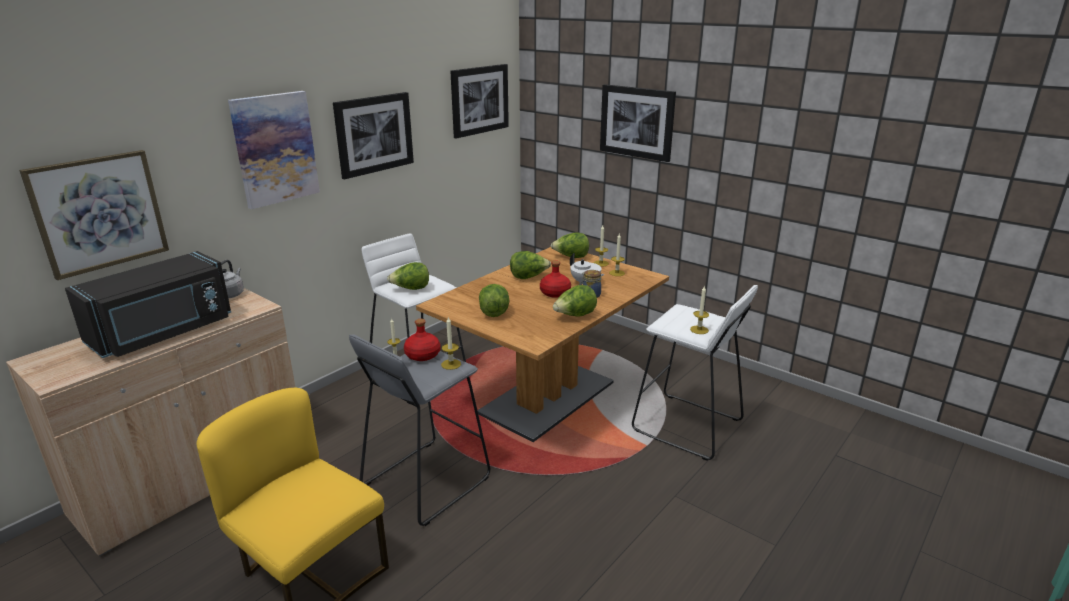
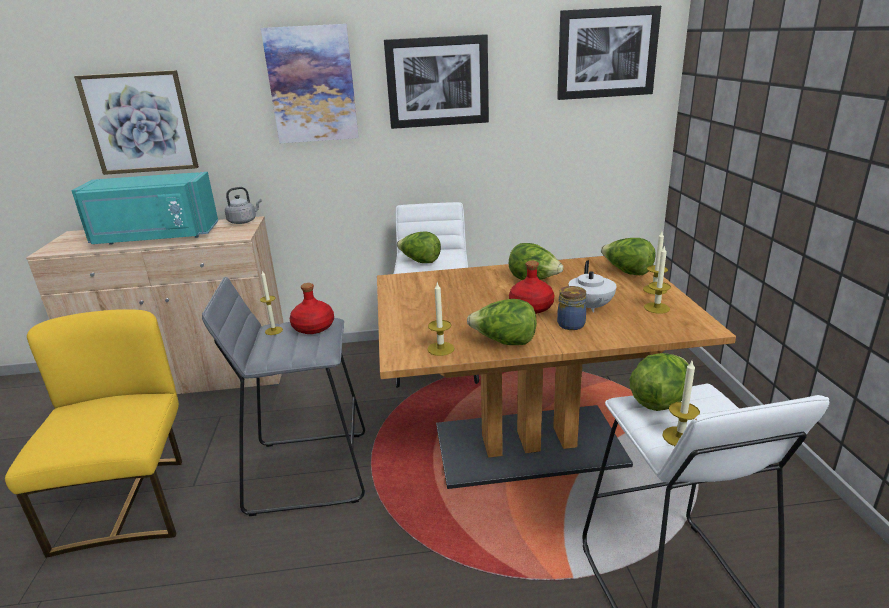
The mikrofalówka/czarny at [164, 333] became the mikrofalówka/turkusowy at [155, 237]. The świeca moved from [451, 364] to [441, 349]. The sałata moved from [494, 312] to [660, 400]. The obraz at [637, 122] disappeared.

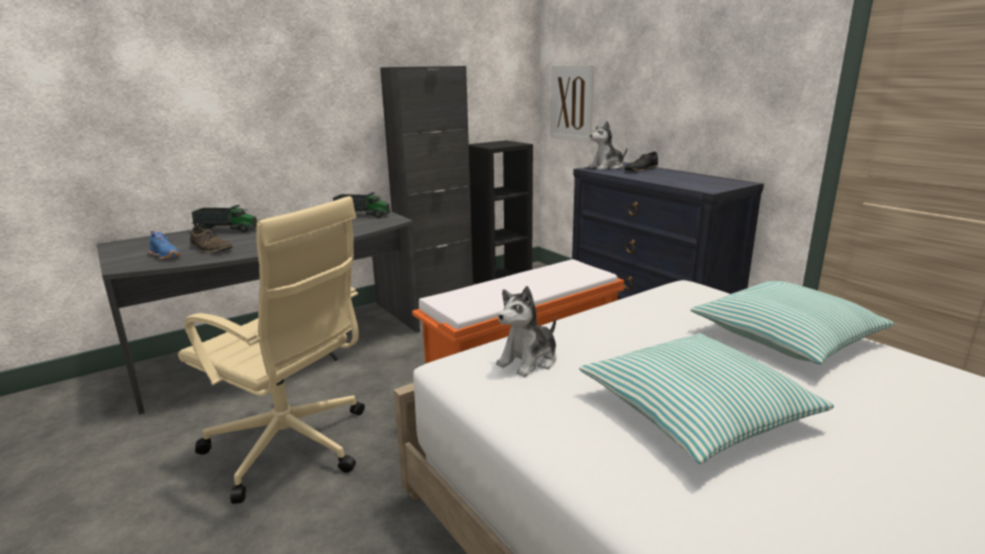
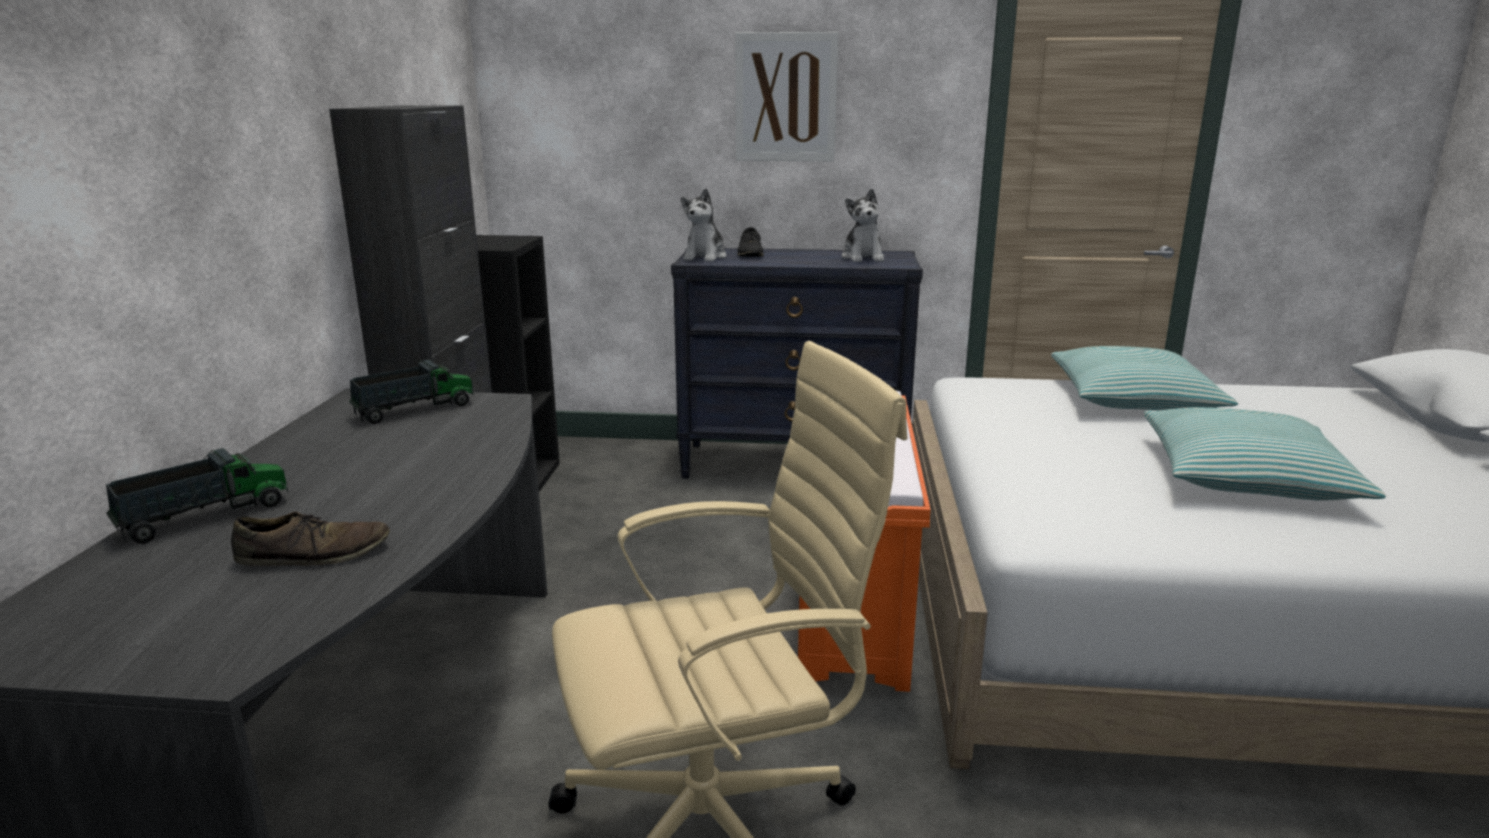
The but/niebieski at [166, 255] disappeared. The pluszak moved from [529, 360] to [863, 258]. The obraz moved from [572, 103] to [786, 98].

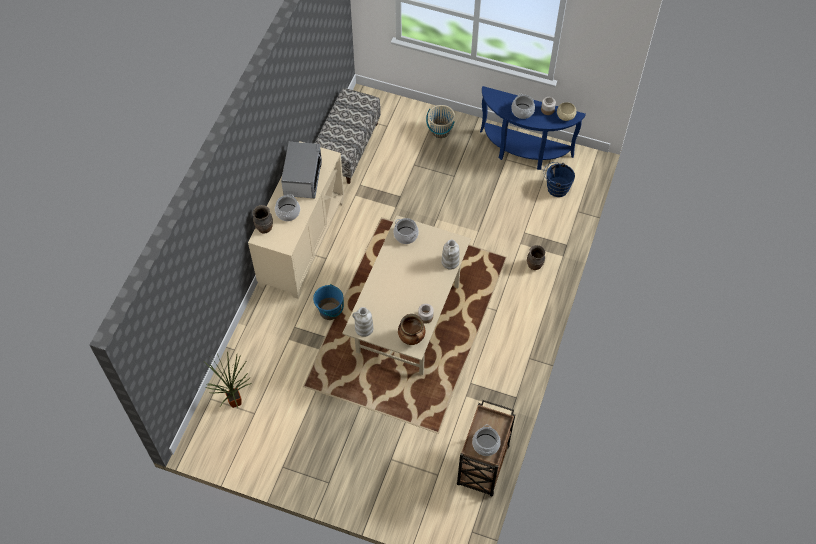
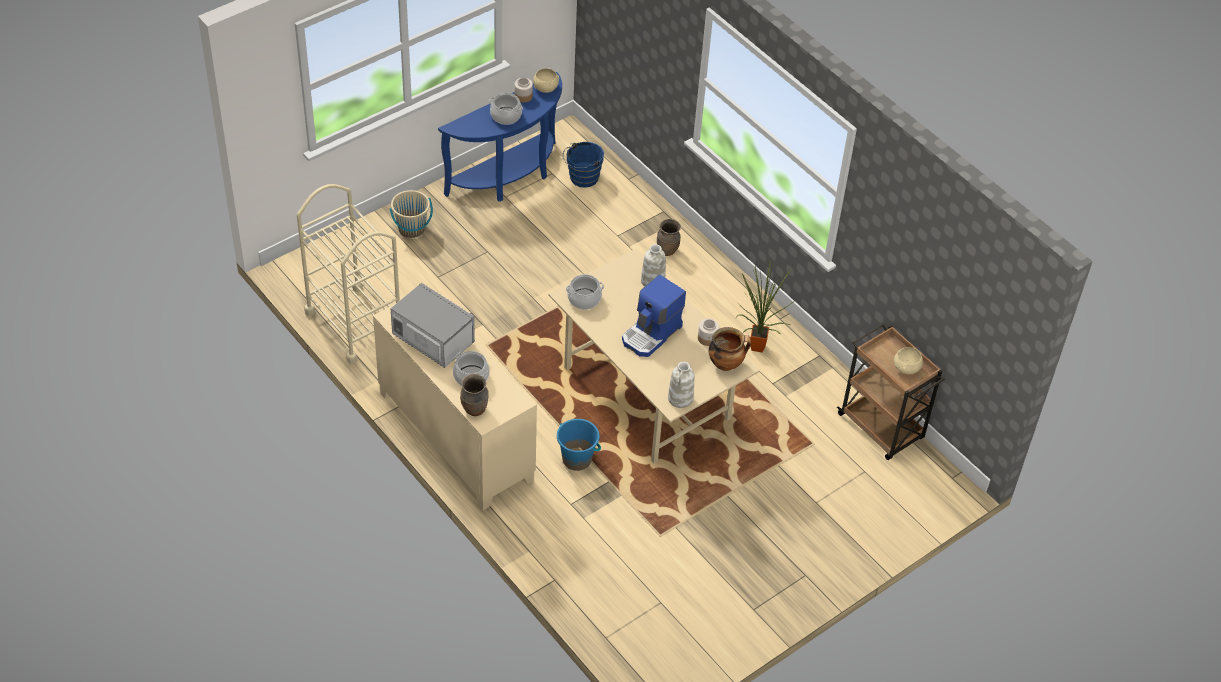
The roślina doniczkowa moved from [235, 400] to [754, 346]. The ławka at [347, 148] was replaced by the wózek/beżowy at [354, 323]. The garnek at [486, 444] was replaced by the miska/beżowy at [906, 368]. The ekspres do kawy at [652, 334] appeared.

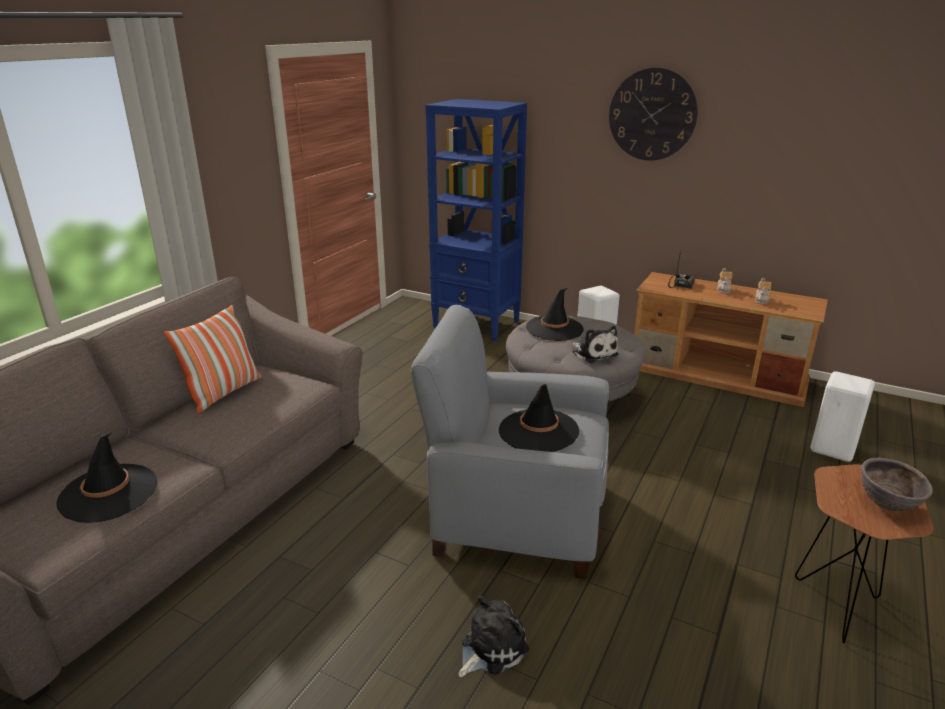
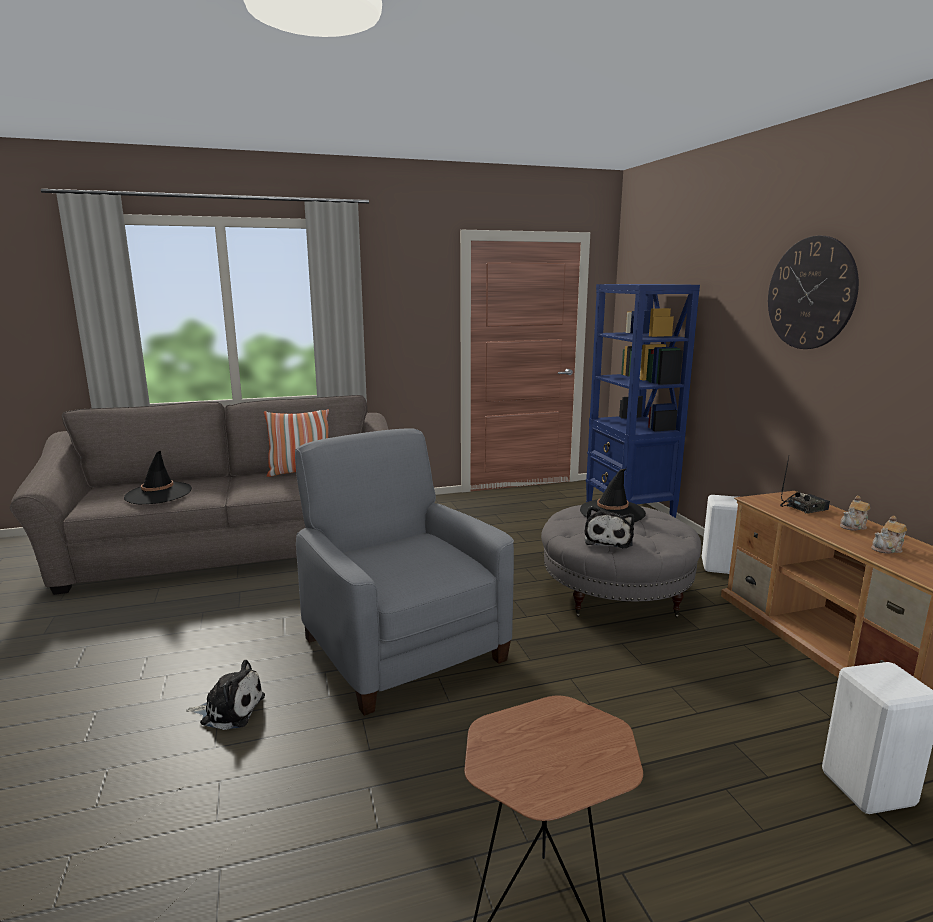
The kapelusz/czarny at [538, 431] disappeared. The miska/brązowy at [887, 506] disappeared.

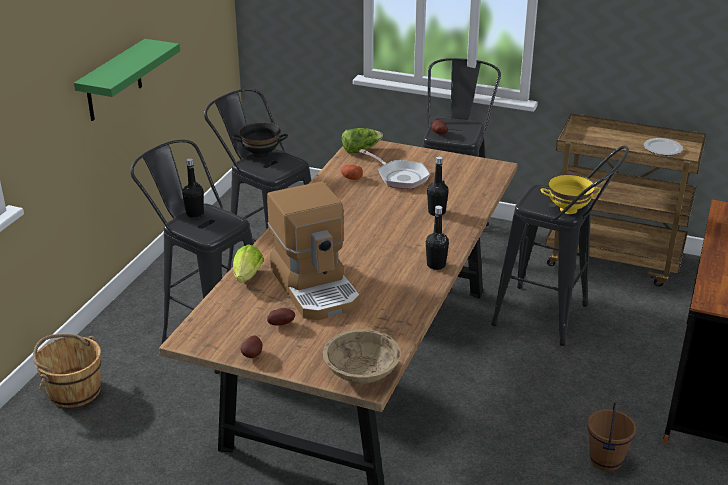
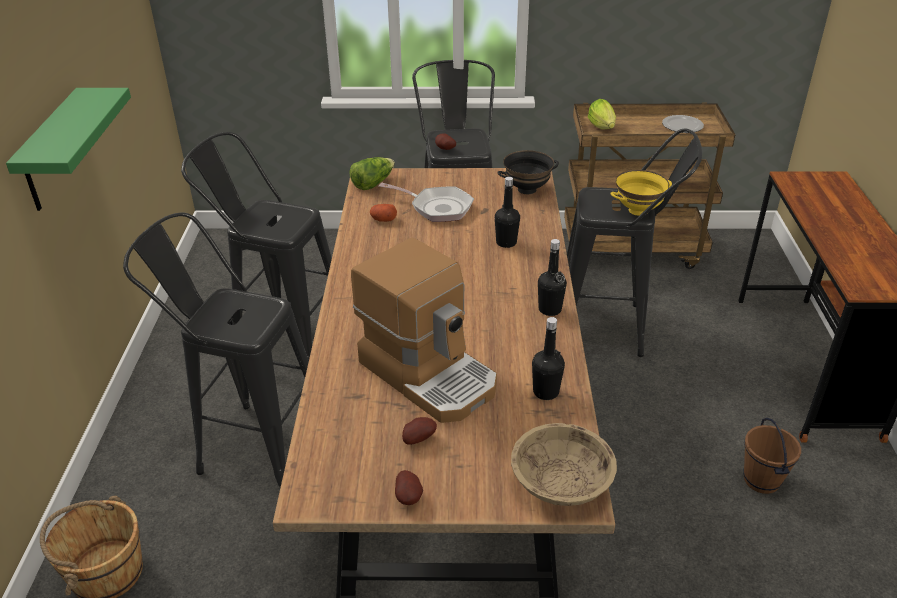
The butelka/czarny moved from [195, 214] to [546, 392]. The miska/czarny moved from [261, 154] to [527, 189]. The sałata moved from [247, 278] to [602, 128].

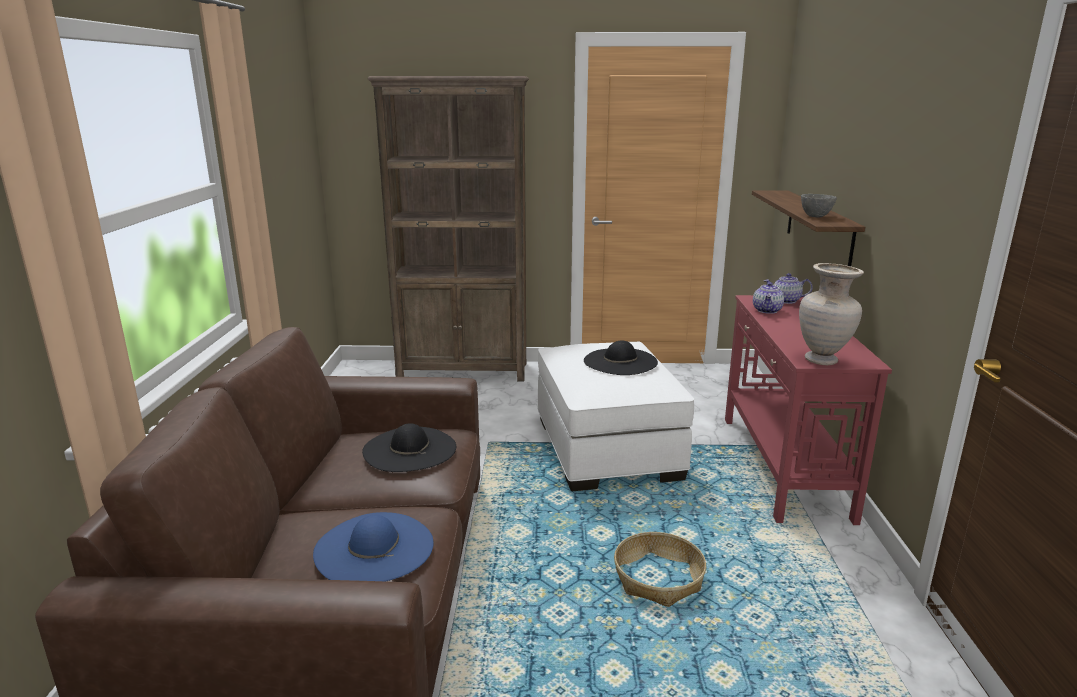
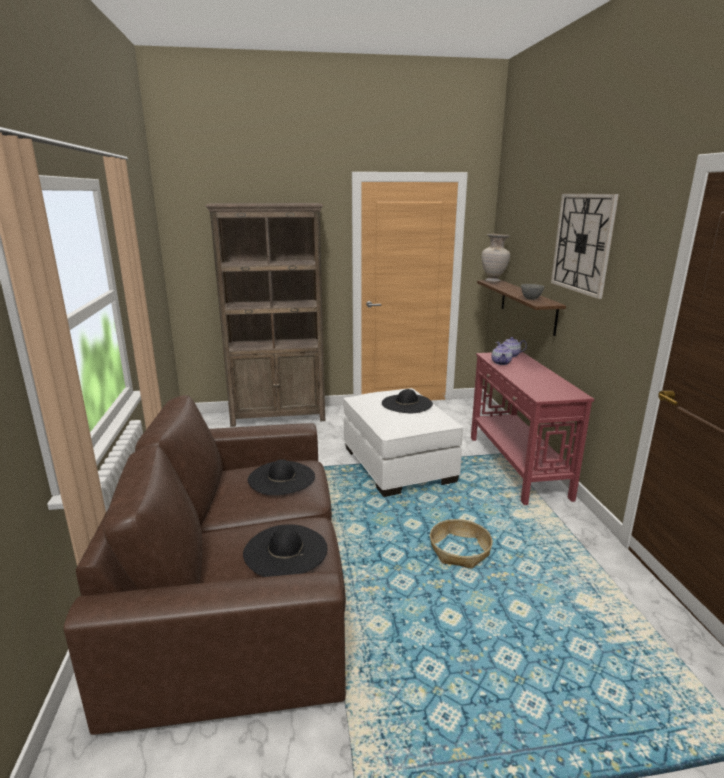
The kapelusz/niebieski at [374, 548] became the kapelusz/czarny at [285, 550]. The wazon/beżowy moved from [822, 361] to [493, 281]. The zegar ścienny at [582, 243] appeared.

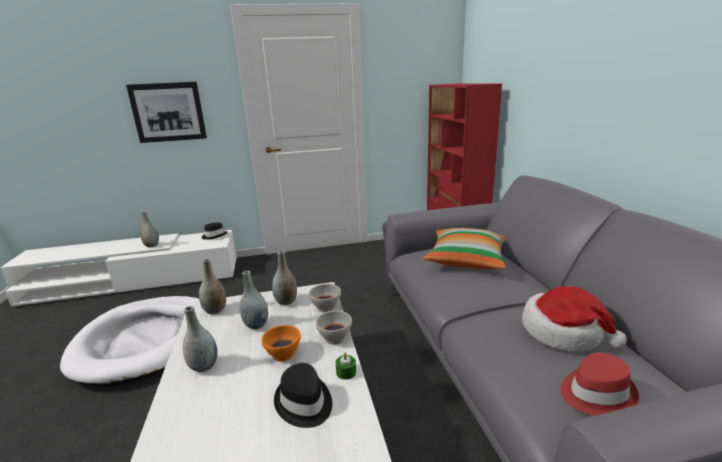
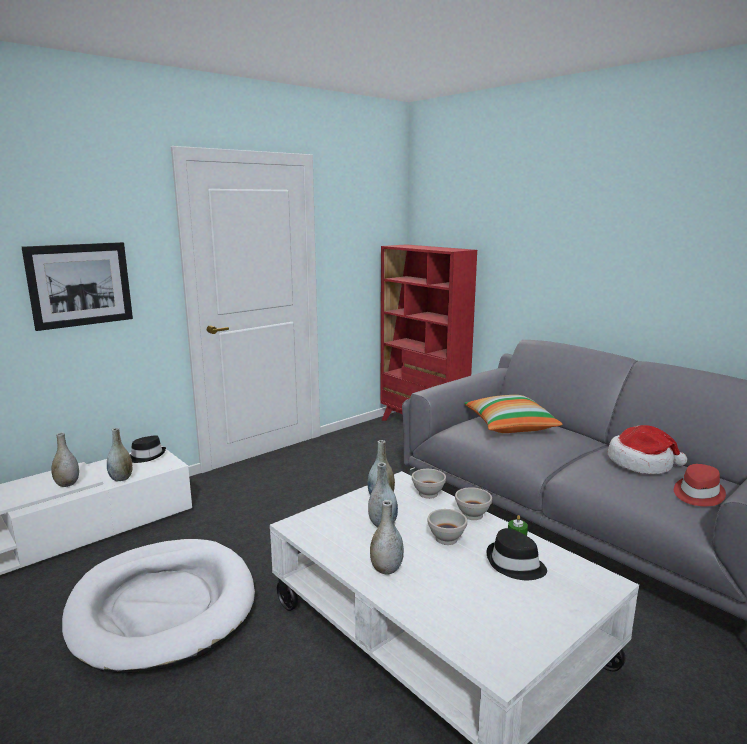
The wazon/szary moved from [215, 310] to [121, 478]. The miska/pomarańczowy at [282, 354] became the miska/biały at [446, 539].

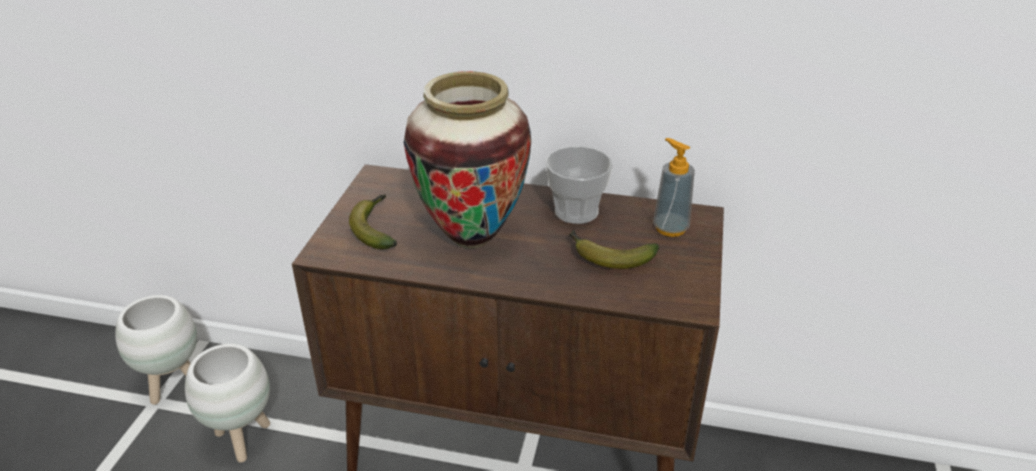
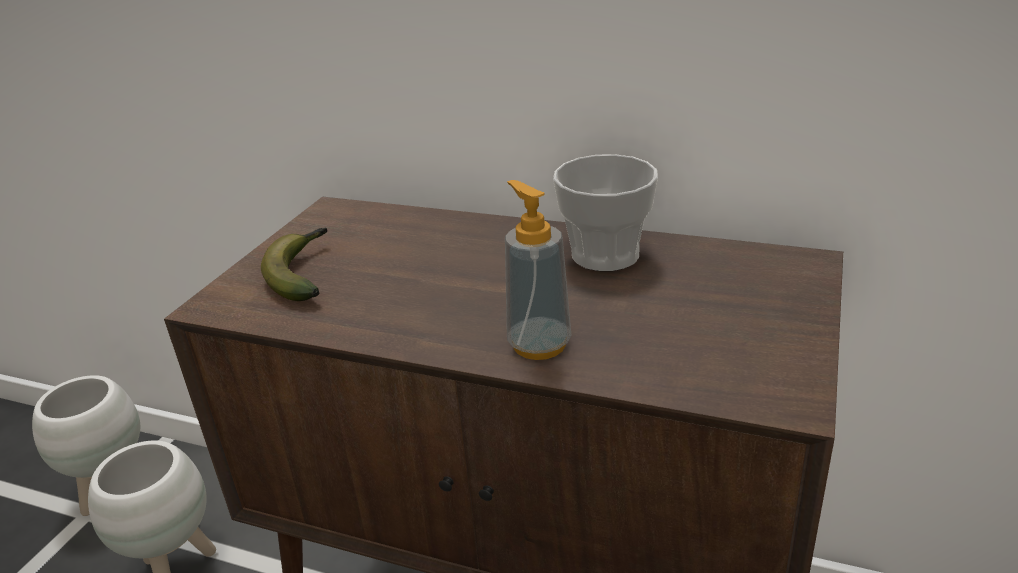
The wazon at [472, 238] disappeared. The banan at [608, 256] disappeared. The dozownik mydła moved from [670, 228] to [539, 344].

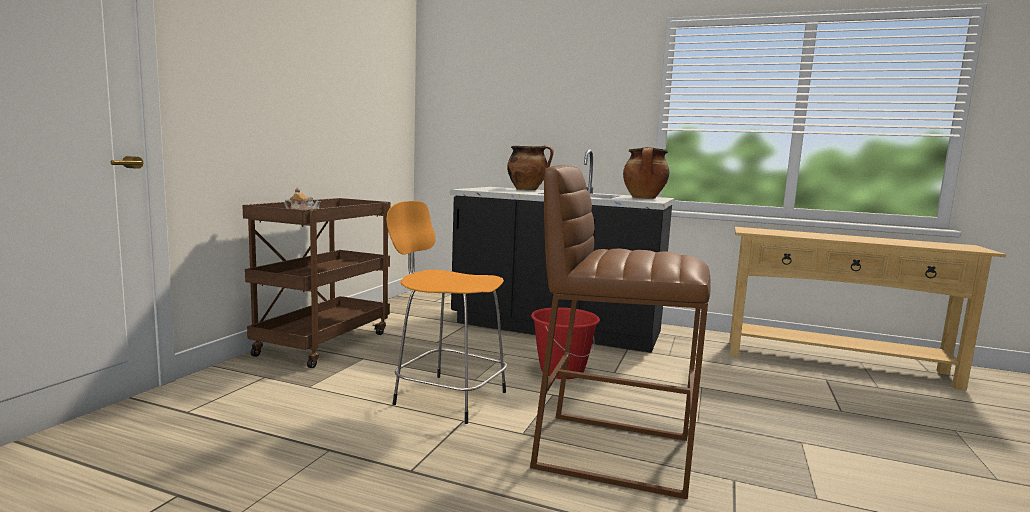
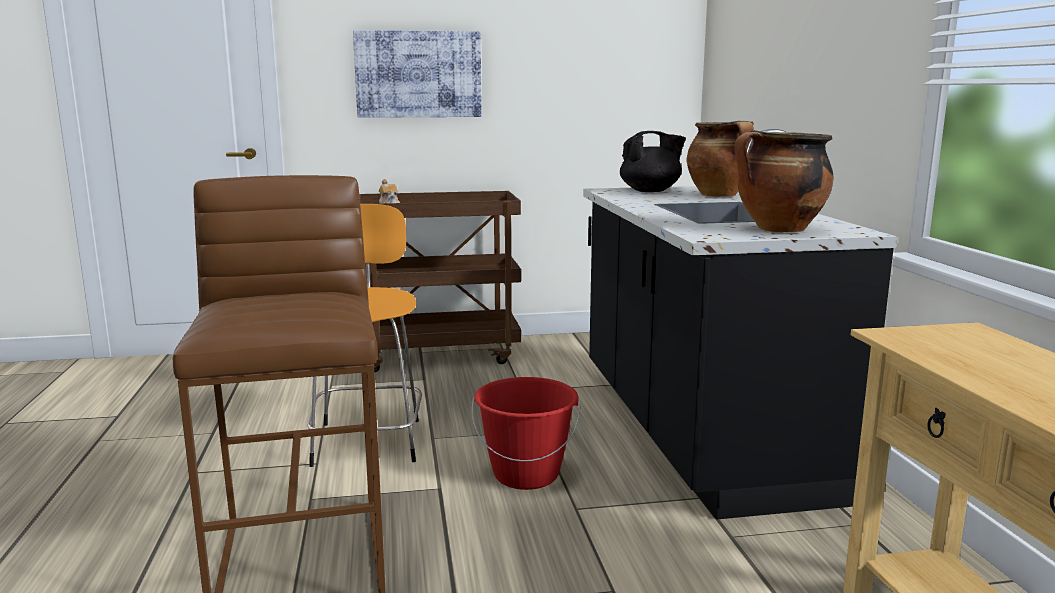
The obraz at [418, 74] appeared. The imbryk/czarny at [651, 191] appeared.

